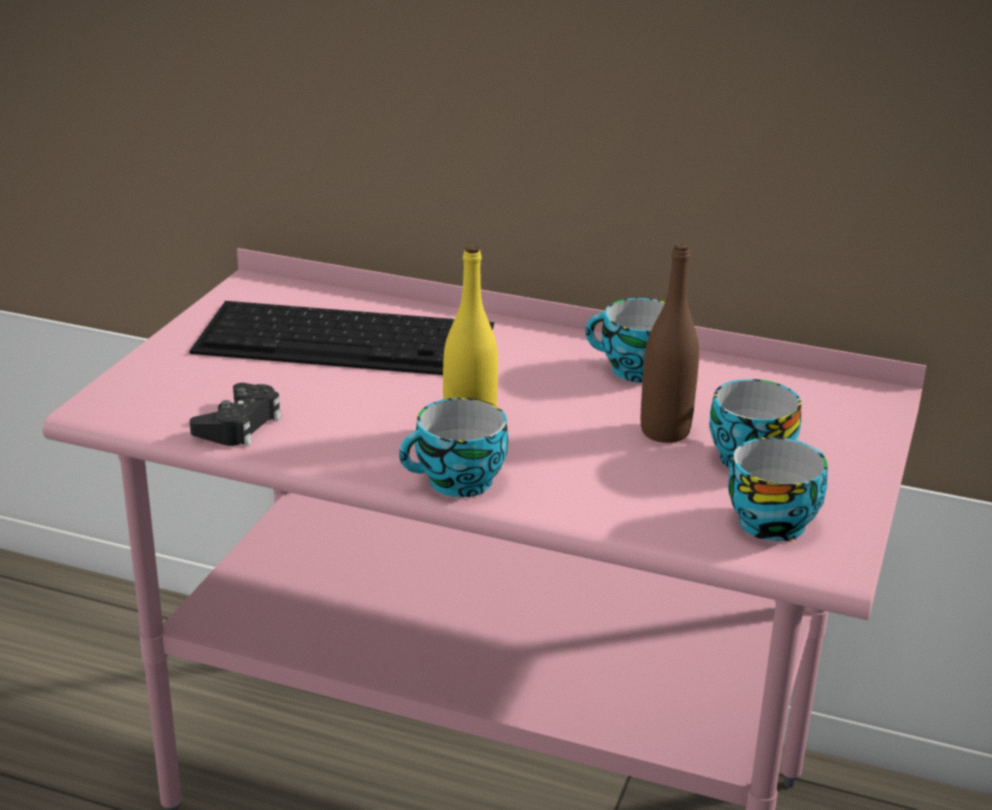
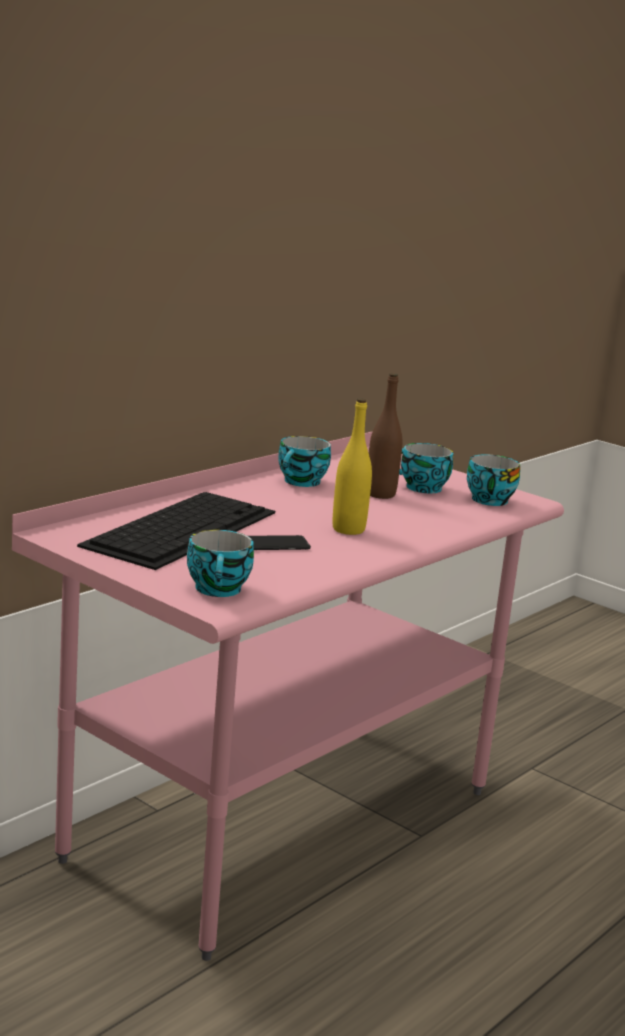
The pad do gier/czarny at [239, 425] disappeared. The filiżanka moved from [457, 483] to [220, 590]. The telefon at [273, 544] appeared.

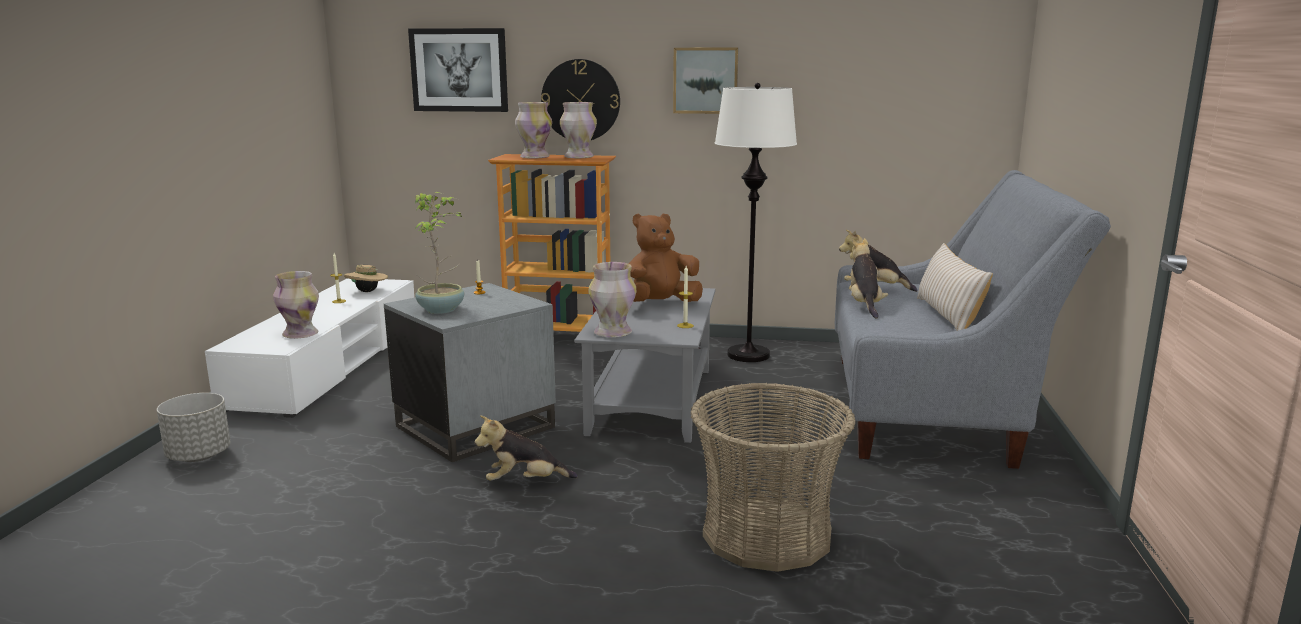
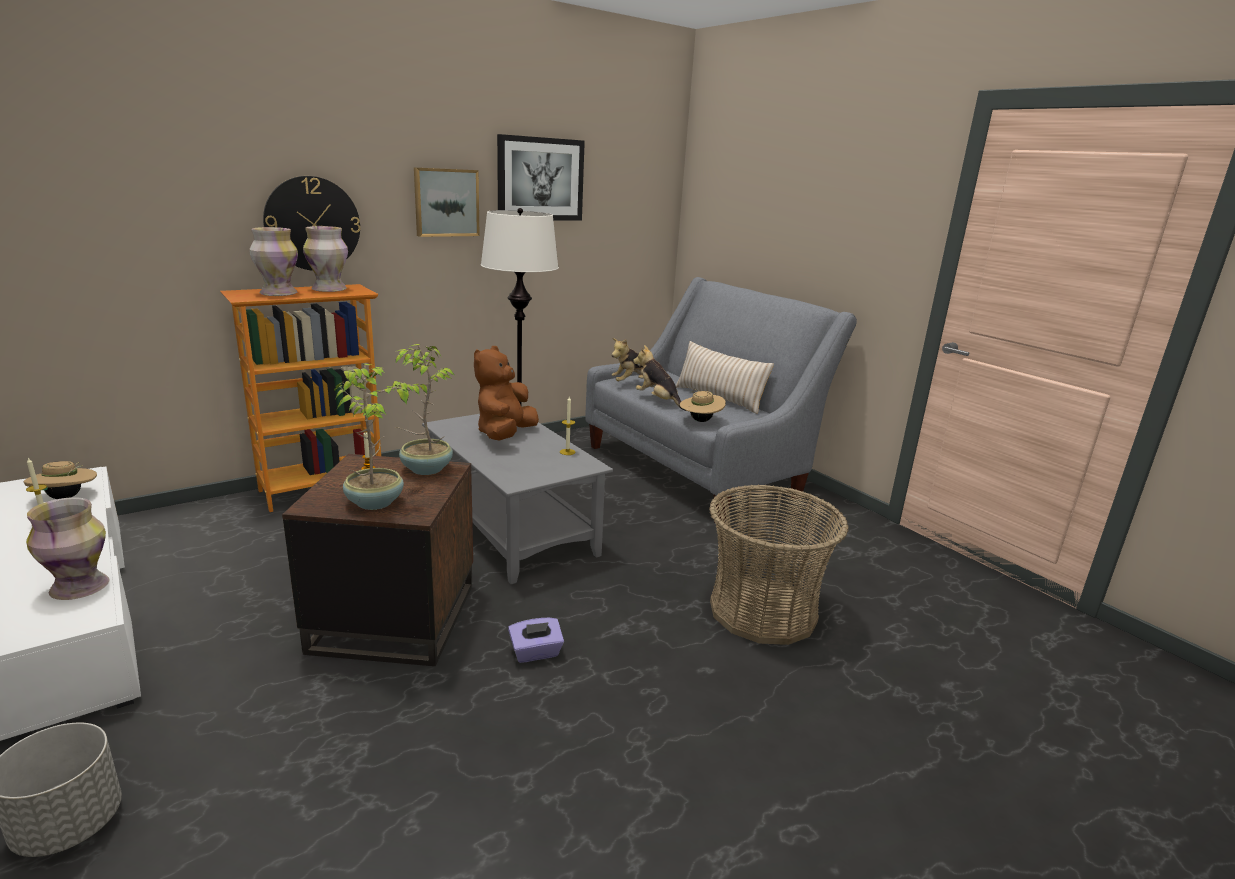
The stolik/szary at [474, 426] became the stolik/brązowy at [392, 617]. The obraz moved from [459, 70] to [540, 179]. The pluszak at [525, 482] was replaced by the pudełko chusteczek/fioletowy at [536, 653]. The wazon at [612, 333] disappeared. The roślina doniczkowa at [425, 469] appeared. The kapelusz/beżowy at [700, 420] appeared.

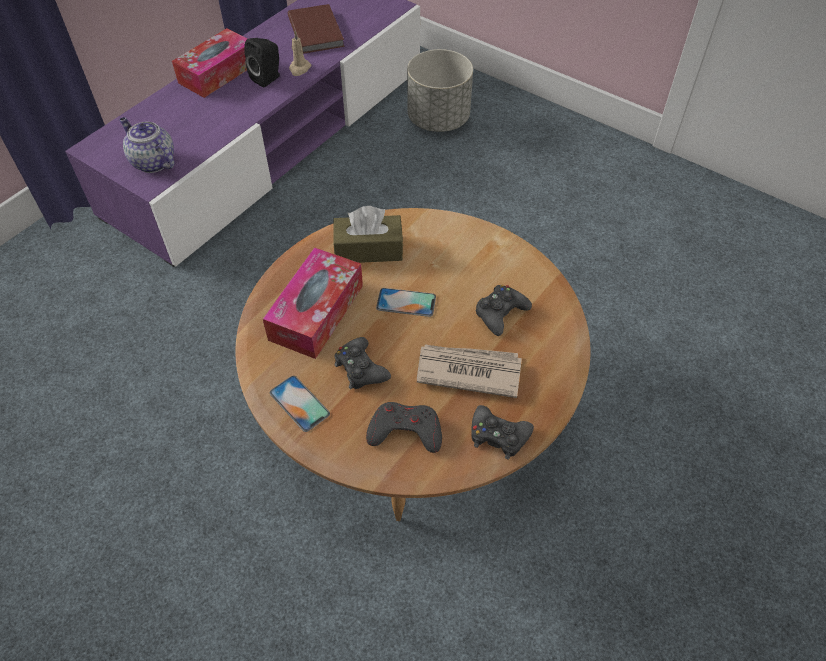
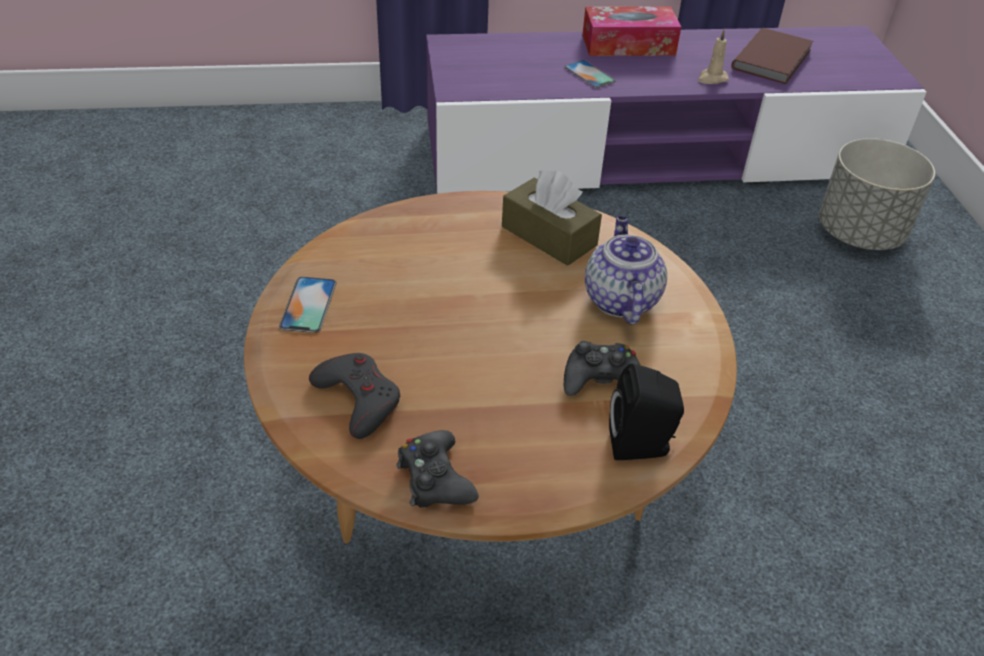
The imbryk moved from [152, 162] to [620, 299]. The głośnik/czarny moved from [268, 78] to [642, 446]. The pudełko chusteczek at [316, 312] disappeared. The pad do gier/czarny at [360, 369] disappeared. The telefon moved from [406, 302] to [589, 74]. The gazeta at [467, 371] disappeared.

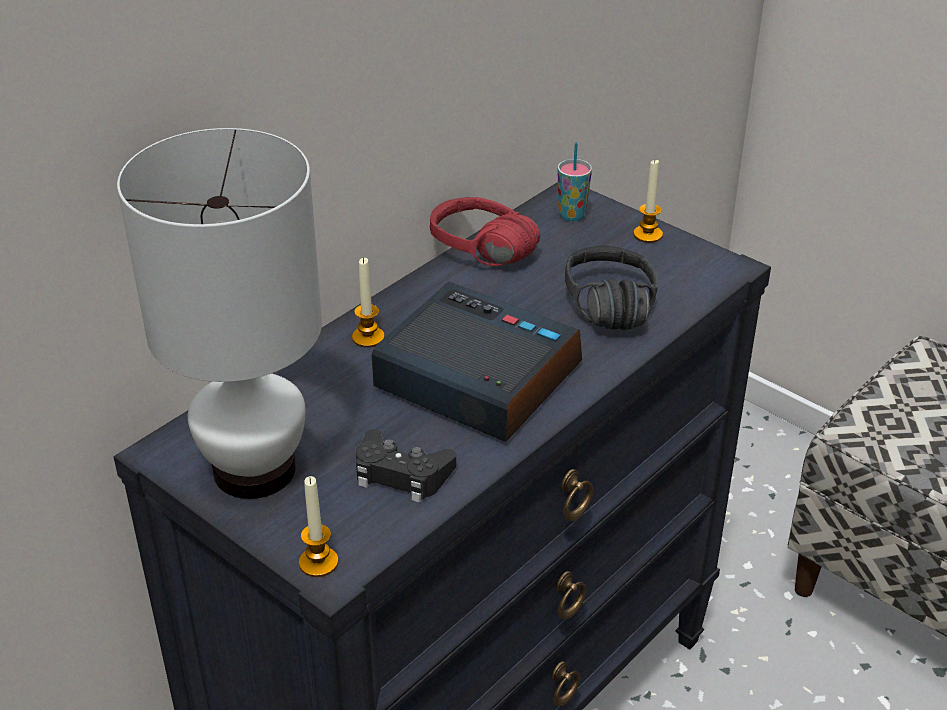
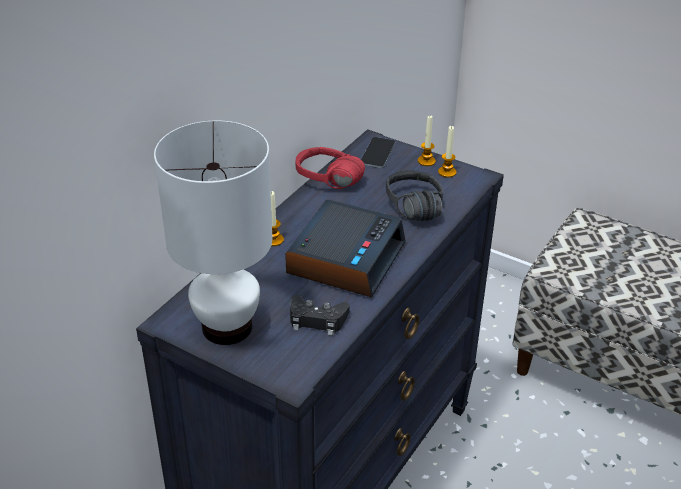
The świeca moved from [318, 562] to [447, 172]. The budzik at [475, 378] turned 90 degrees clockwise. The filiżanka at [572, 215] was replaced by the telefon at [377, 153].

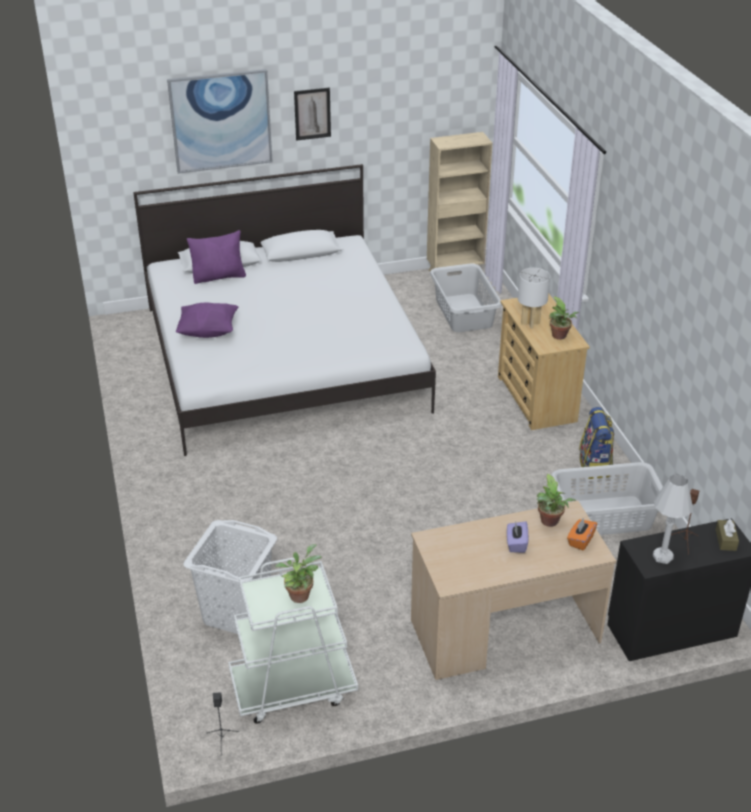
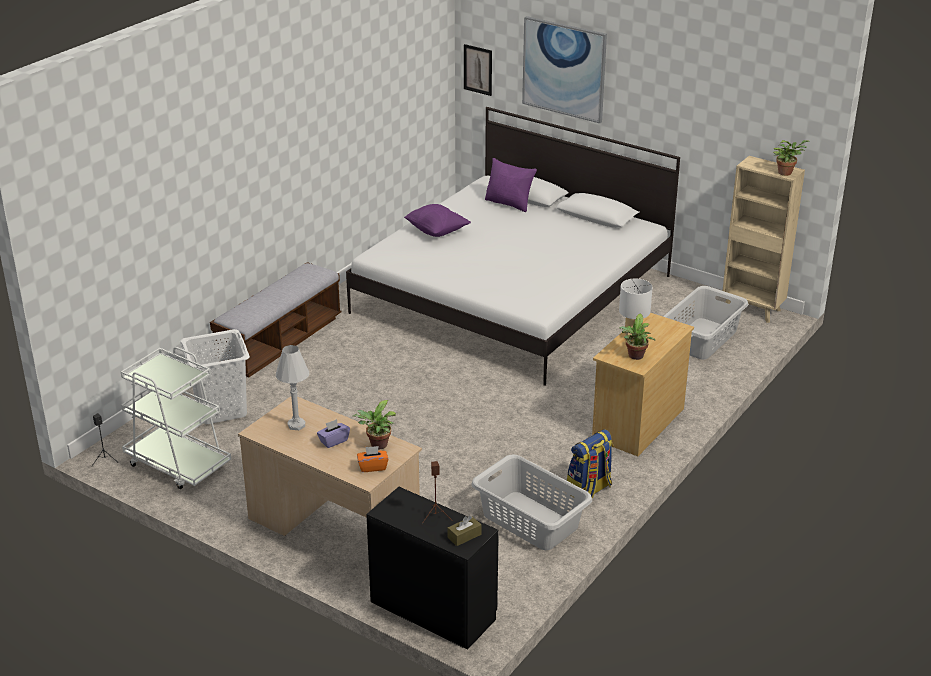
The roślina doniczkowa moved from [300, 594] to [786, 172]. The obraz moved from [312, 113] to [478, 69]. The lampa stołowa/biały moved from [663, 557] to [296, 425]. The ławka at [280, 342] appeared.

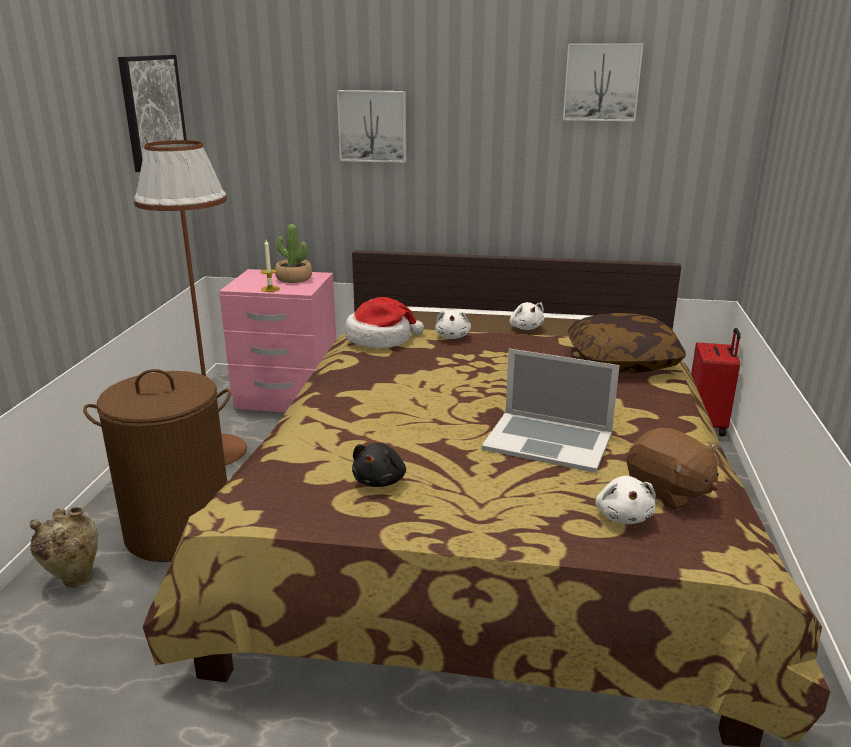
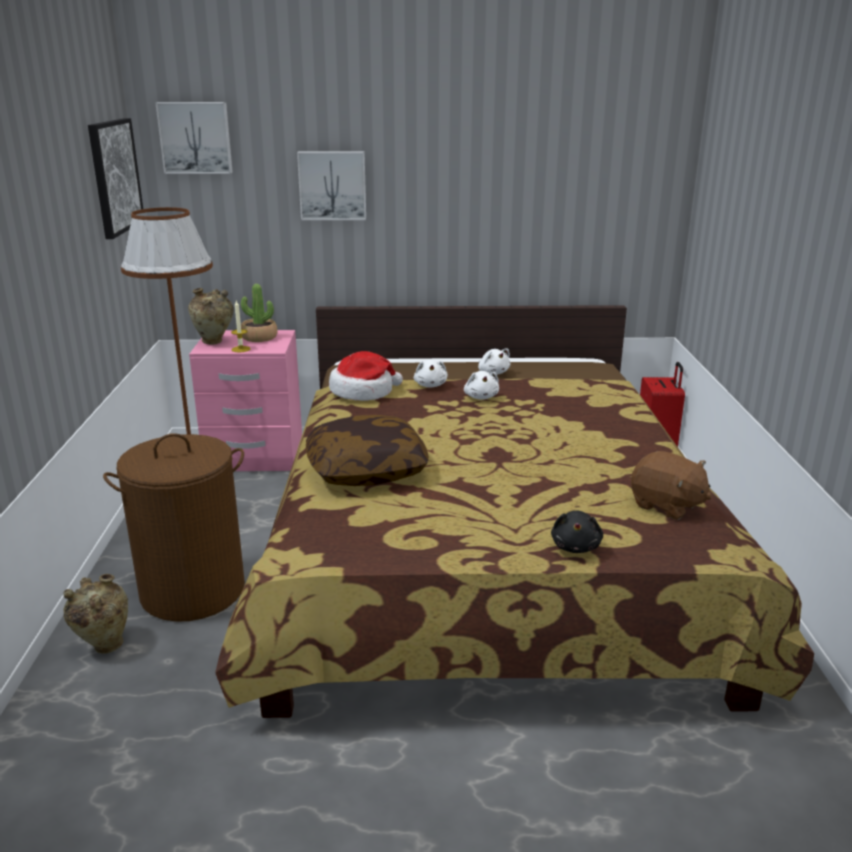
The pluszak/czarny moved from [380, 480] to [576, 546]. The laptop at [548, 441] disappeared. The obraz moved from [601, 82] to [195, 137]. The poduszka moved from [622, 361] to [367, 470]. The pluszak/biały moved from [623, 515] to [481, 397]. The wazon/beżowy at [214, 342] appeared.

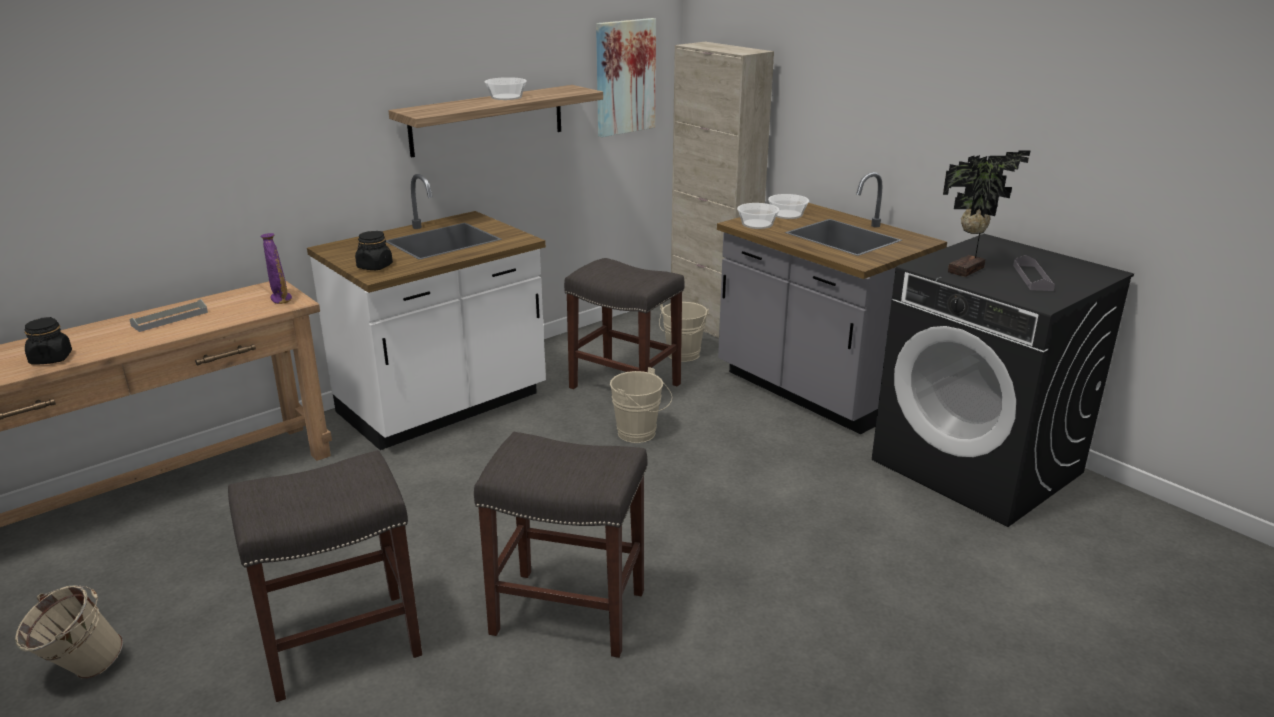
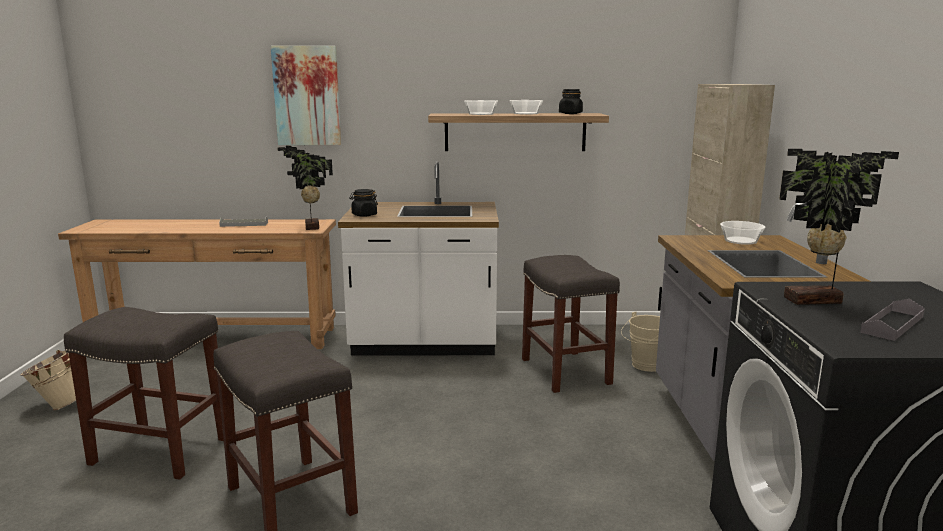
The słoik/czarny moved from [51, 359] to [570, 113]. The wazon/fioletowy at [281, 299] was replaced by the roślina doniczkowa at [310, 227]. The obraz moved from [624, 77] to [307, 96]. The wiadro/beżowy at [640, 434] disappeared. The miska moved from [757, 224] to [481, 114].

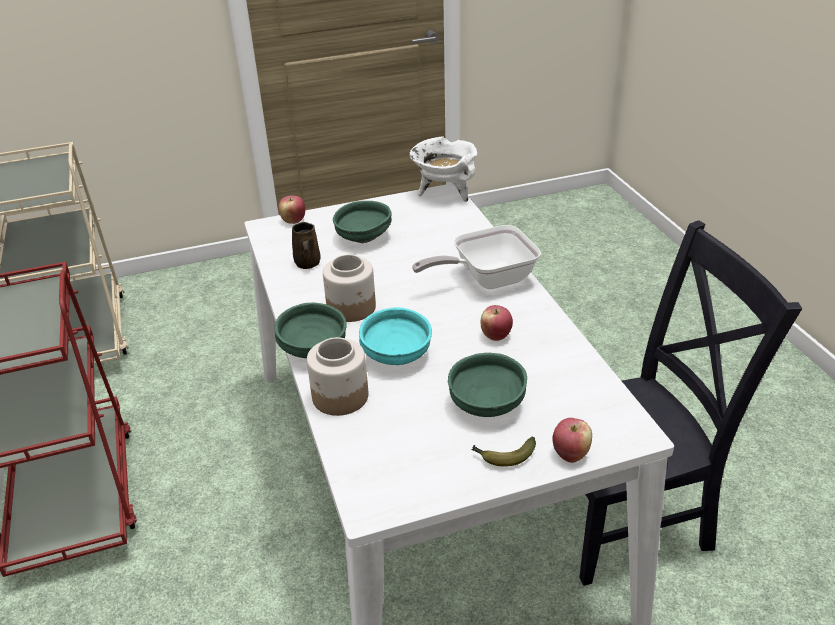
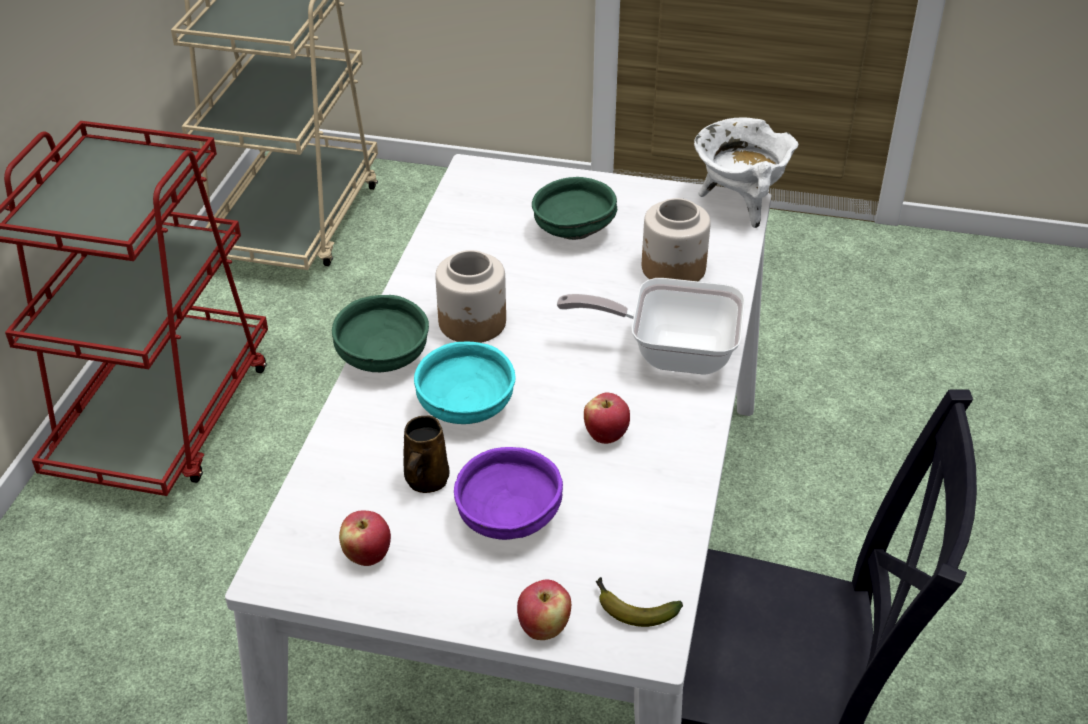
The jabłko moved from [293, 221] to [367, 555]. The kubek/brązowy moved from [307, 264] to [425, 481]. The słoik moved from [340, 397] to [673, 268]. The miska/zielony at [486, 405] became the miska/fioletowy at [507, 519]. The banan moved from [503, 456] to [631, 608].

